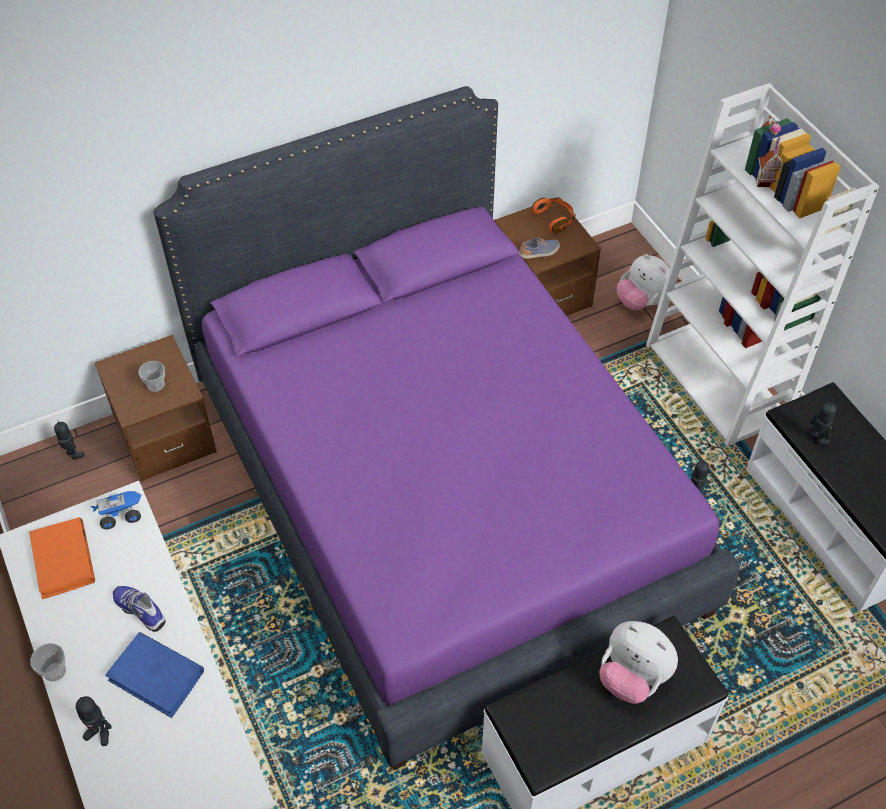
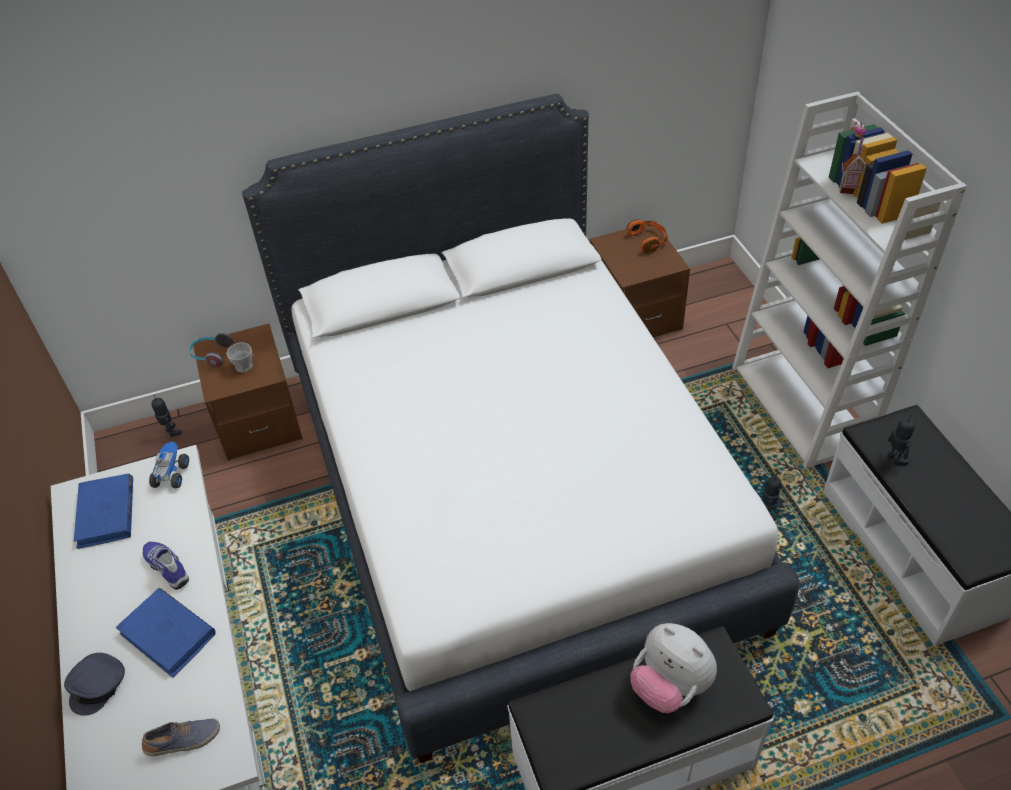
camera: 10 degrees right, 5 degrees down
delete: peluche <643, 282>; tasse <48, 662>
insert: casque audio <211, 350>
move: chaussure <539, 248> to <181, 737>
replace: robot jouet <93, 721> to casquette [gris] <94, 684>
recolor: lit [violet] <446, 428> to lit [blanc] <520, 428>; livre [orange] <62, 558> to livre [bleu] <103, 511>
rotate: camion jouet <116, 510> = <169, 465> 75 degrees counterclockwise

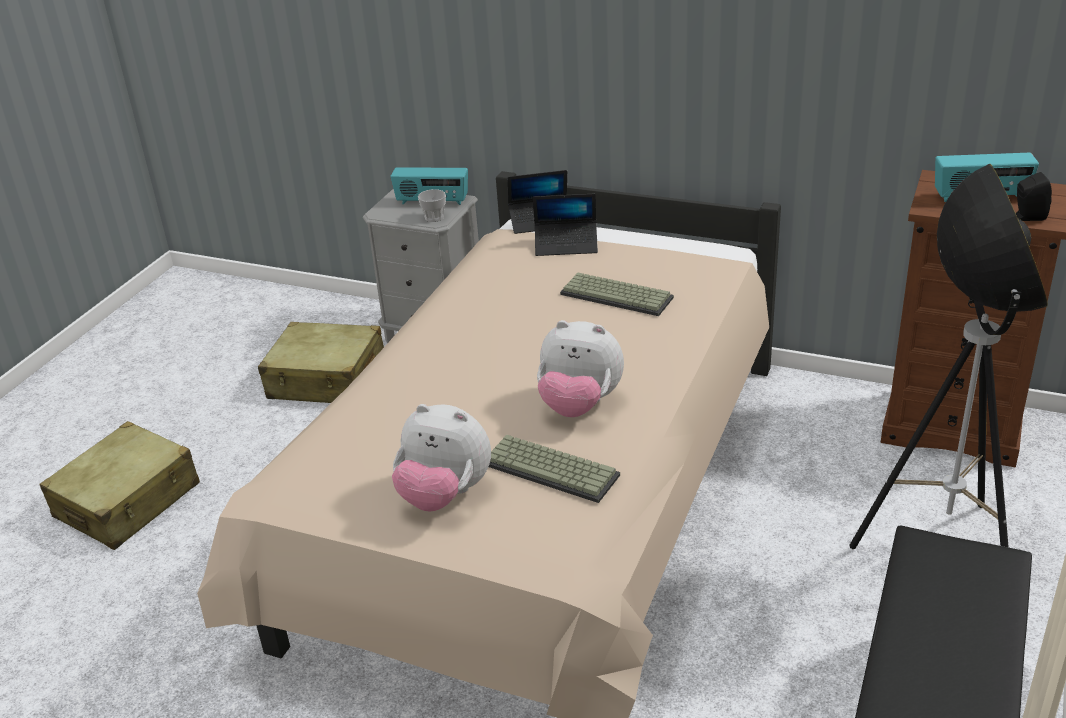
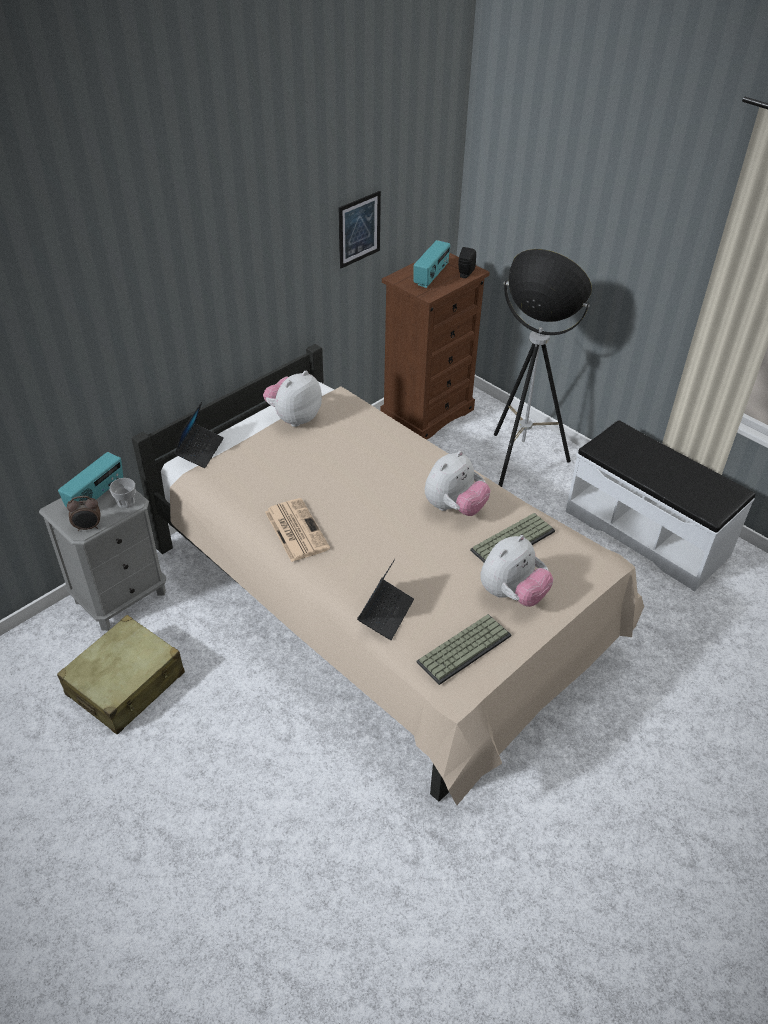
camera: 70 degrees left, 10 degrees up
delete: valise [beige] <120, 485>
insert: tableau <360, 230>; peluche <292, 399>; réveil <84, 513>; journal <297, 530>
move: ordinateur portable <565, 225> to <385, 599>; clavier <617, 294> to <464, 649>

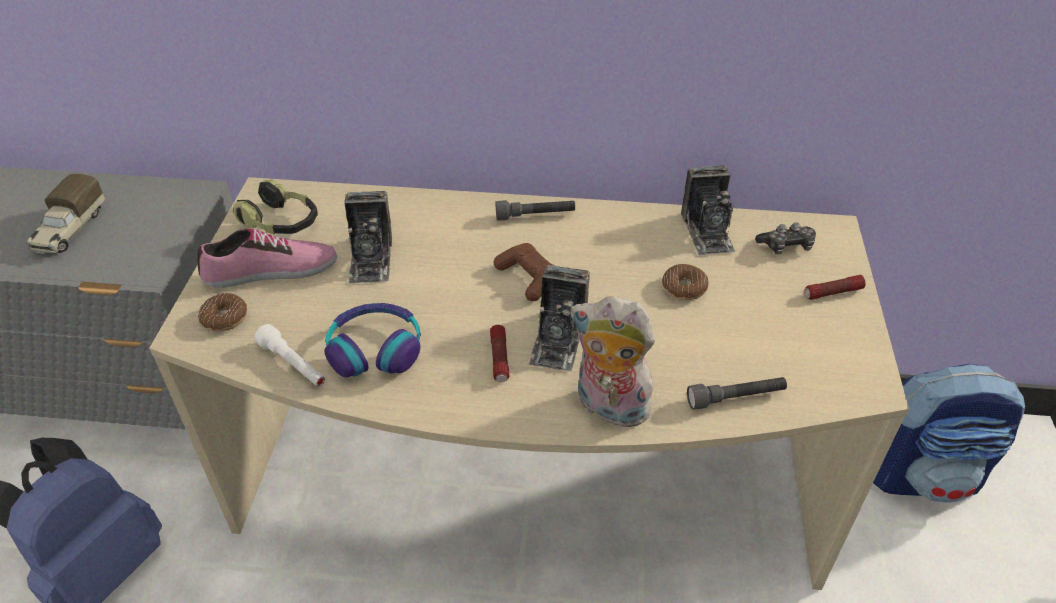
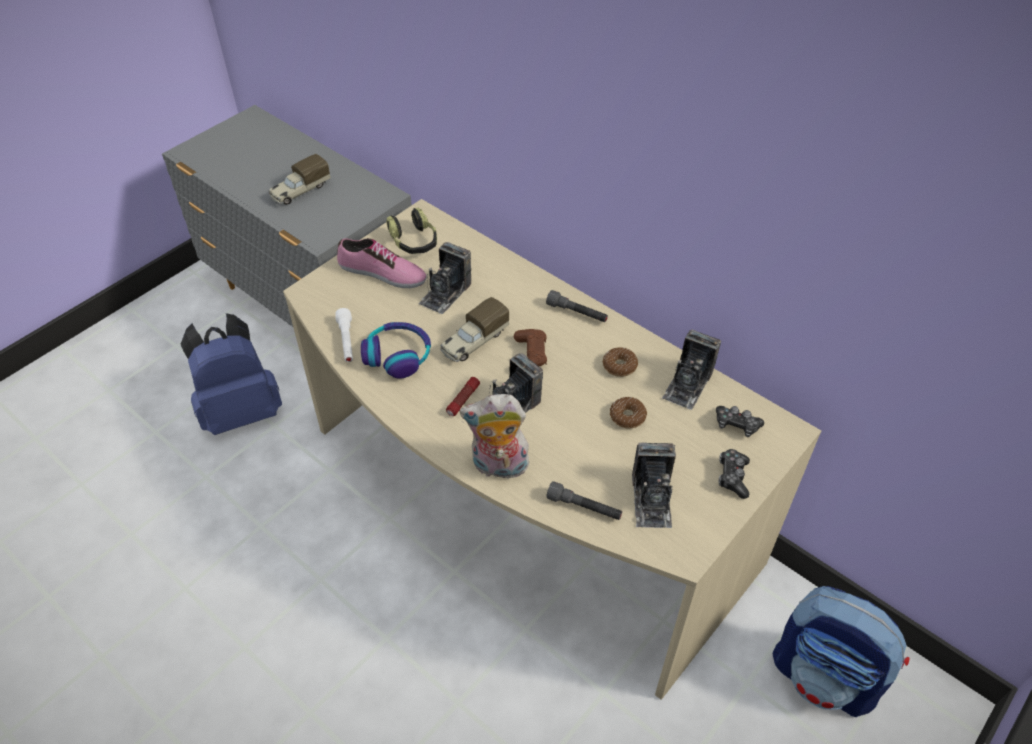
camera: 35 degrees right, 5 degrees up
insert: camion jouet <474, 329>; appareil photo <654, 485>
move: beignet <222, 312> to <620, 362>
replace: lampe de poche <835, 287> to manette <734, 474>
rotate: peluche <615, 361> = <494, 438> 60 degrees counterclockwise

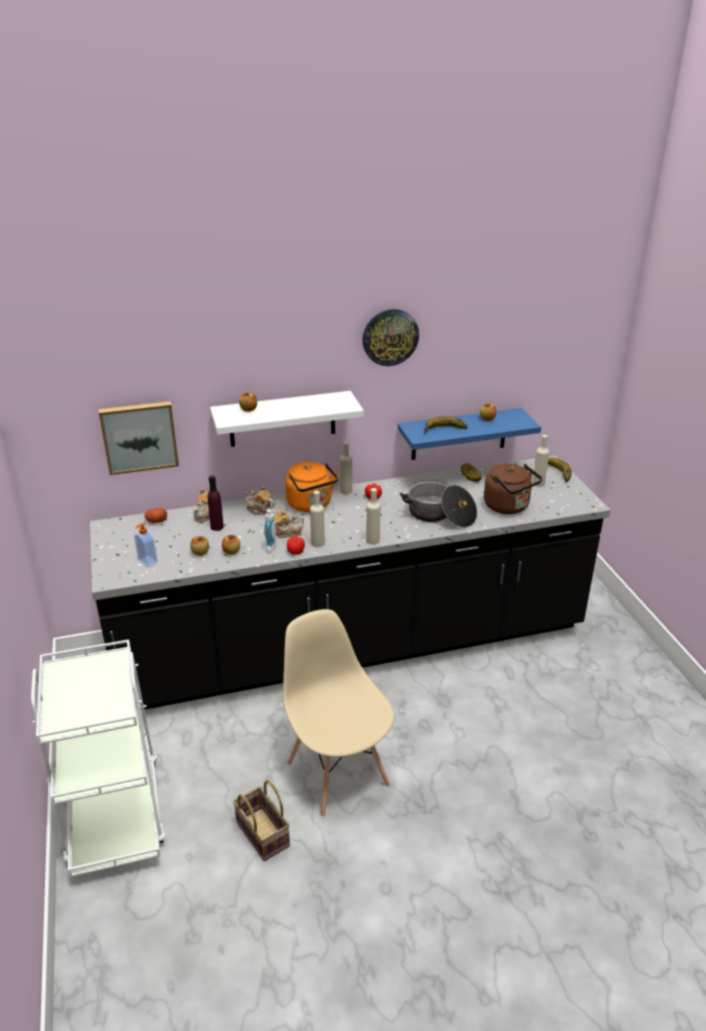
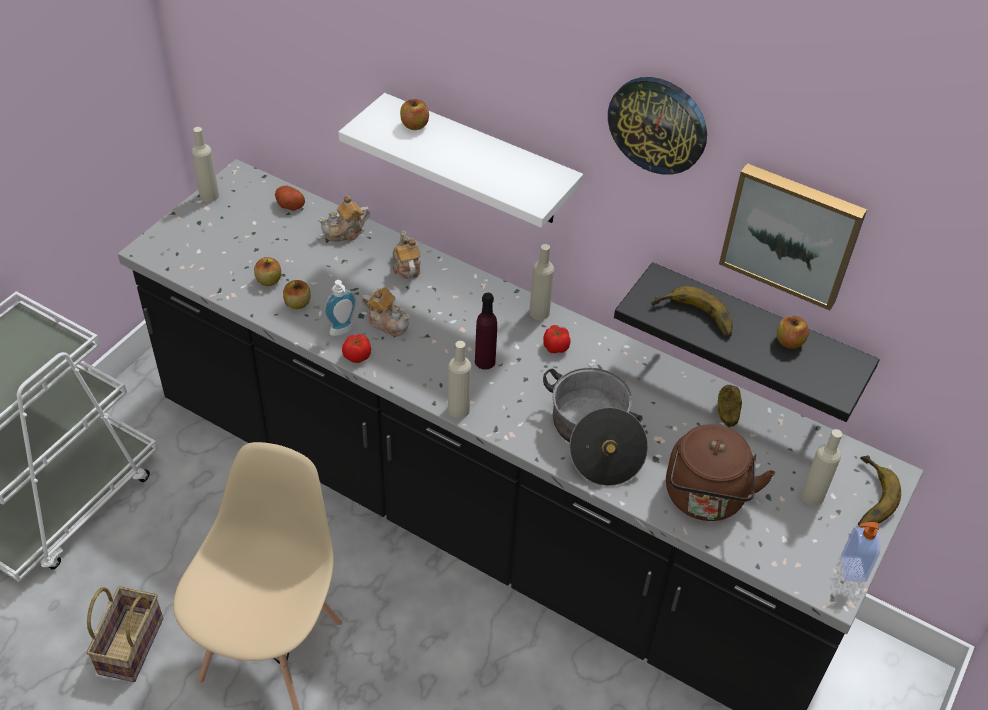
camera: 45 degrees right, 15 degrees up
delete: bouilloire [orange] <311, 487>
move: tableau <139, 438> to <793, 237>; bouteille [violet] <216, 503> to <486, 331>; bouteille [beige] <317, 519> to <205, 164>; distributeur de savon <146, 545> to <860, 552>
recolor: étagère [bleu] <469, 434> to étagère [noir] <747, 342>

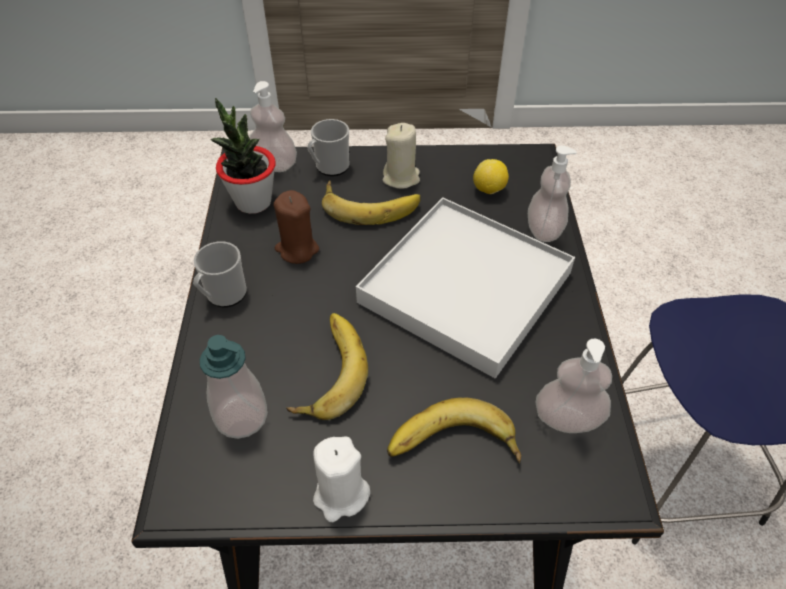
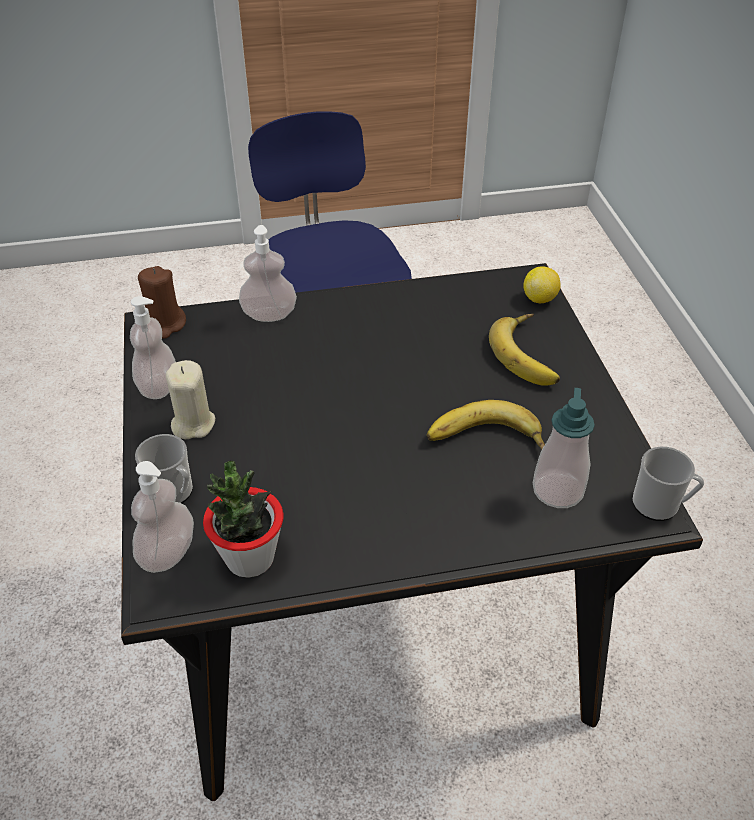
camera: 100 degrees left, 5 degrees down
delete: banane <371, 202>; plateau [blanc] <465, 287>; bougie [blanc] <341, 479>
move: citron <491, 176> to <542, 284>; bougie [marron] <296, 227> to <162, 302>; mug <220, 274> to <668, 484>; distributeur de savon <574, 386> to <153, 347>

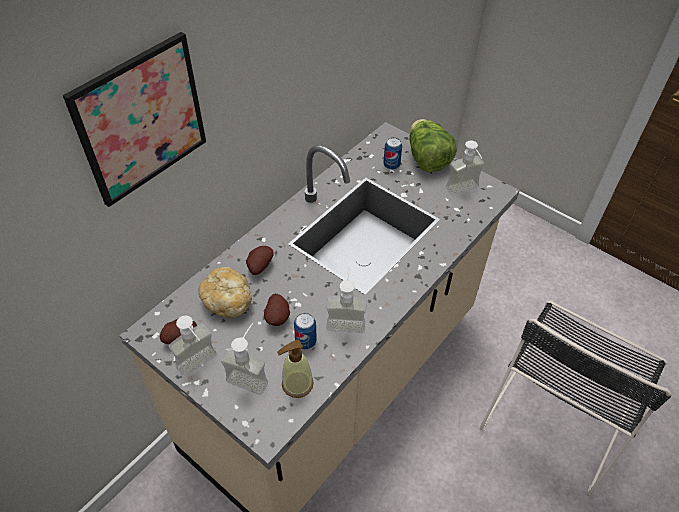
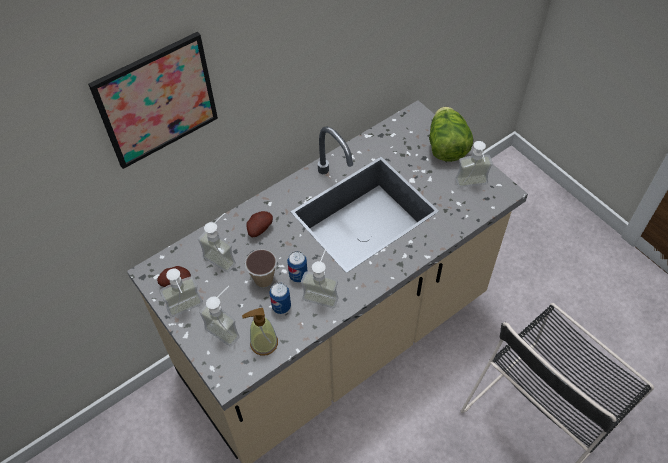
camera: 15 degrees right, 5 degrees up
move: boîte métallique <392, 153> to <297, 266>
replace: pain <225, 292> to distributeur de savon <217, 242>; pomme de terre <277, 310> to tasse <261, 268>

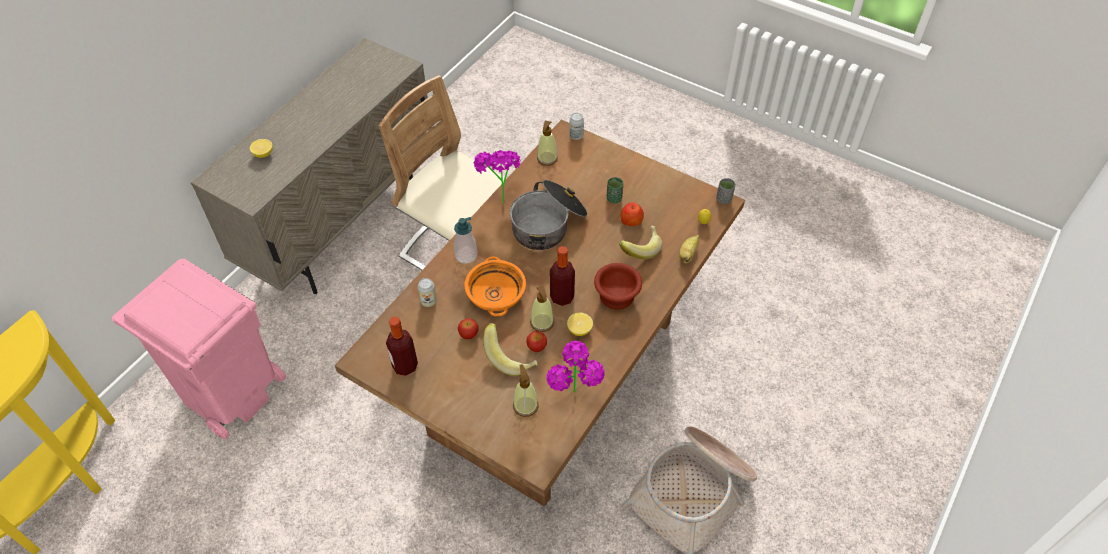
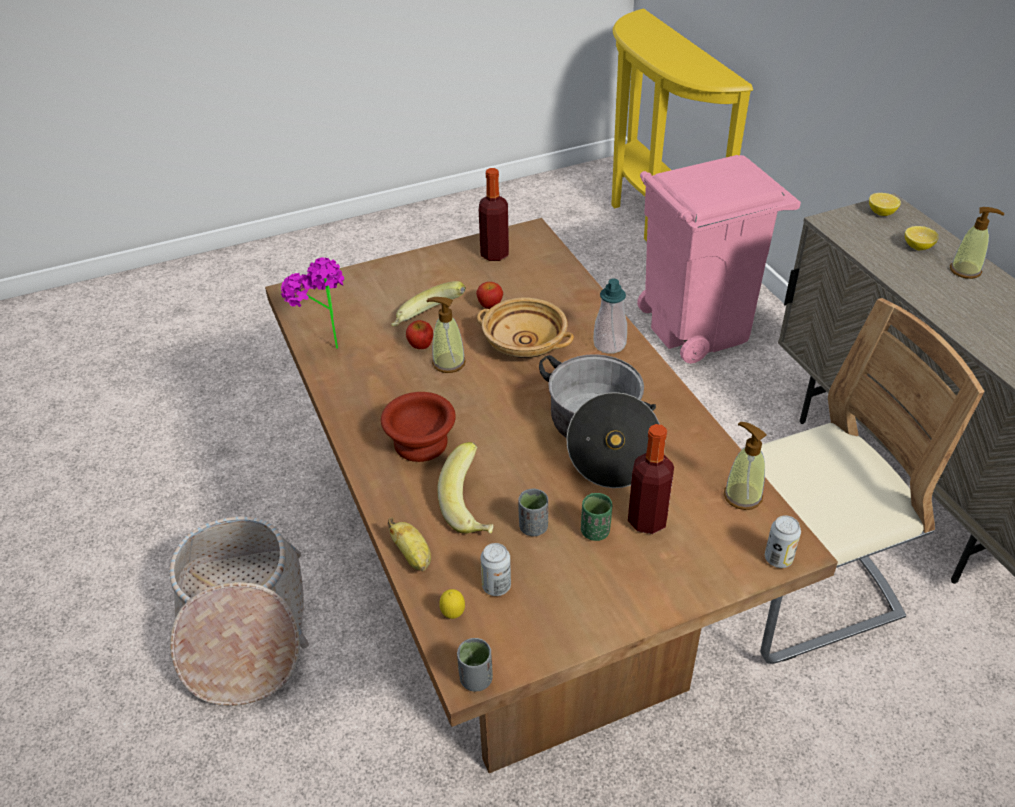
camera: 125 degrees right, 10 degrees down
delete: plante en pot <497, 177>
move: bouteille <562, 276> to <651, 479>; boîte métallique <427, 292> to <495, 569>; citron <580, 324> to <885, 204>; distributeur de savon <526, 390> to <977, 243>
replace: pomme <632, 214> to tasse [gris] <533, 512>
recolor: bol [orange] <495, 286> to bol [beige] <525, 328>

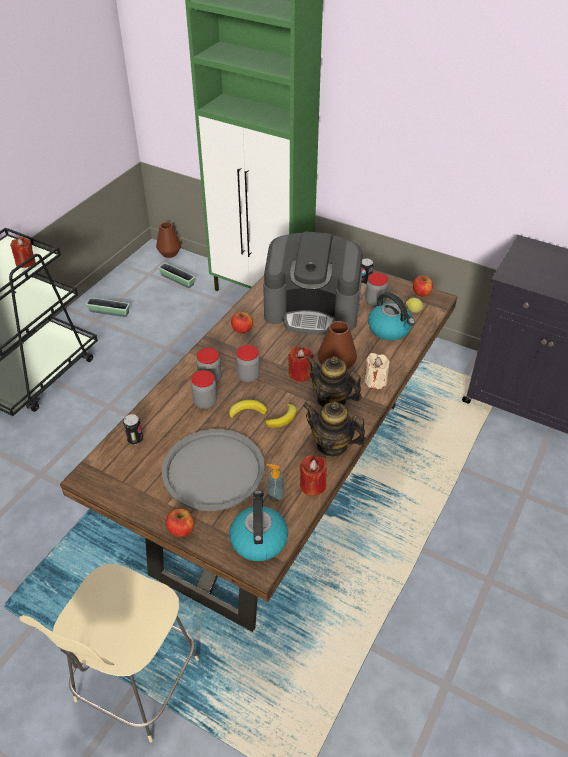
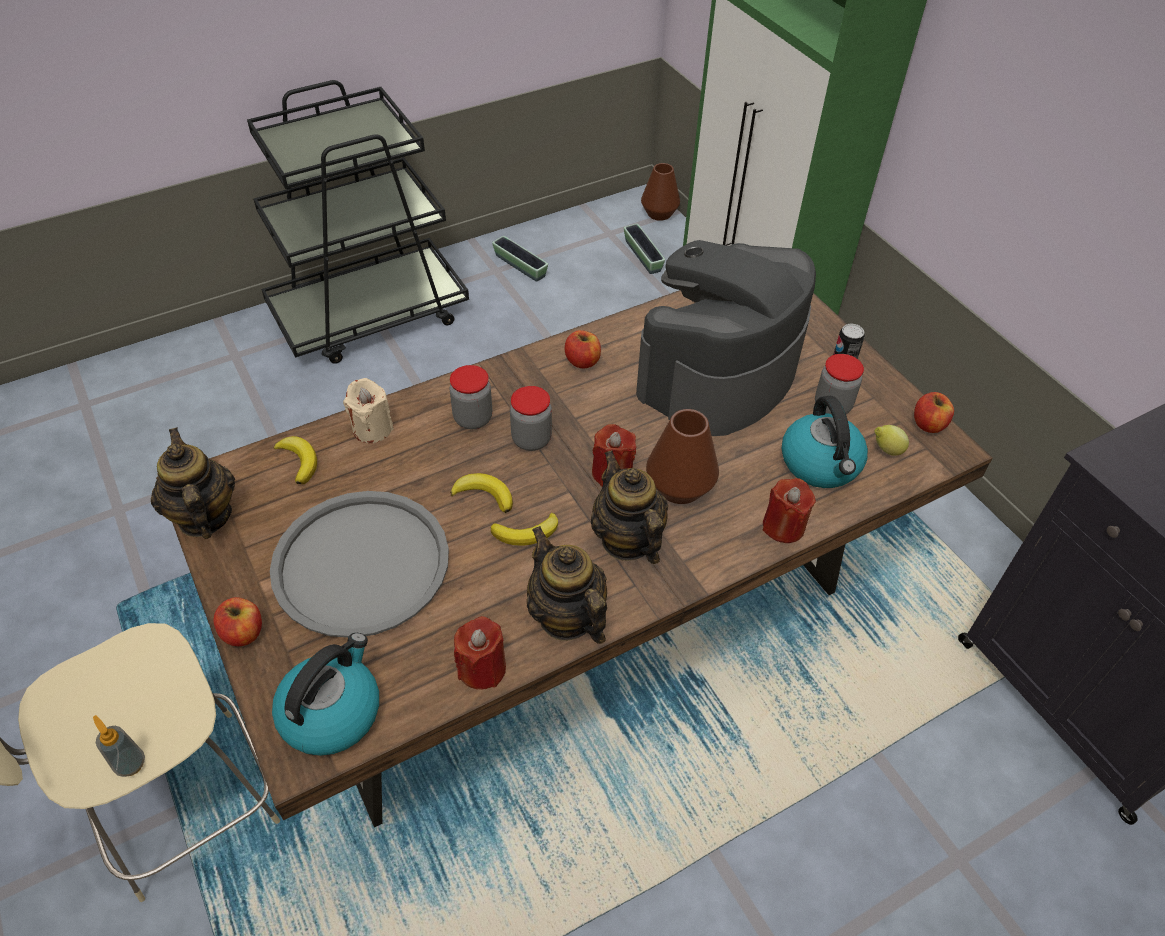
camera: 30 degrees right, 5 degrees up
delete: bocal <204, 389>
insert: théière <193, 483>
move: bougie [rouge] <22, 252> to <789, 510>; bougie [beige] <377, 371> to <368, 410>; distributeur de savon <275, 483> to <119, 746>
replace: boîte métallique <133, 429> to banane <295, 460>
rotate: machine à café <312, 283> = <726, 338> 90 degrees clockwise

